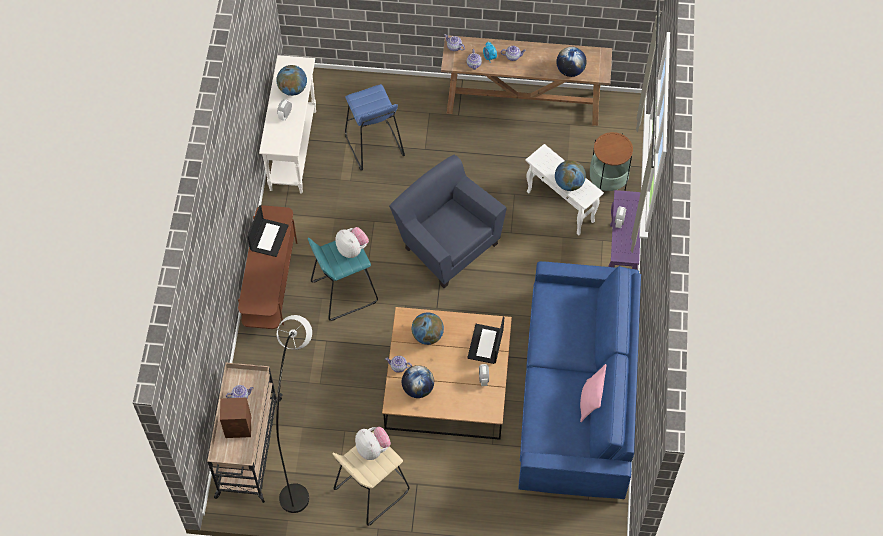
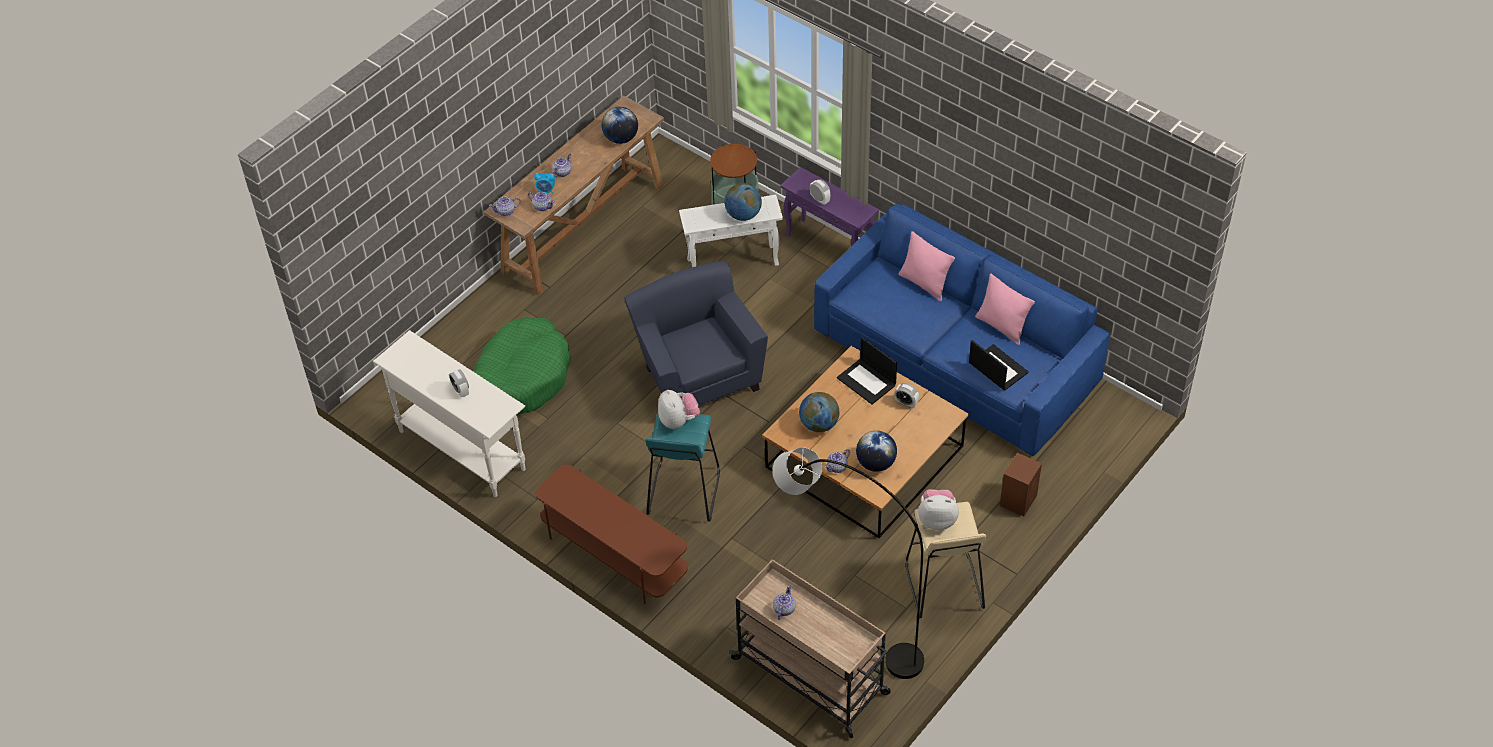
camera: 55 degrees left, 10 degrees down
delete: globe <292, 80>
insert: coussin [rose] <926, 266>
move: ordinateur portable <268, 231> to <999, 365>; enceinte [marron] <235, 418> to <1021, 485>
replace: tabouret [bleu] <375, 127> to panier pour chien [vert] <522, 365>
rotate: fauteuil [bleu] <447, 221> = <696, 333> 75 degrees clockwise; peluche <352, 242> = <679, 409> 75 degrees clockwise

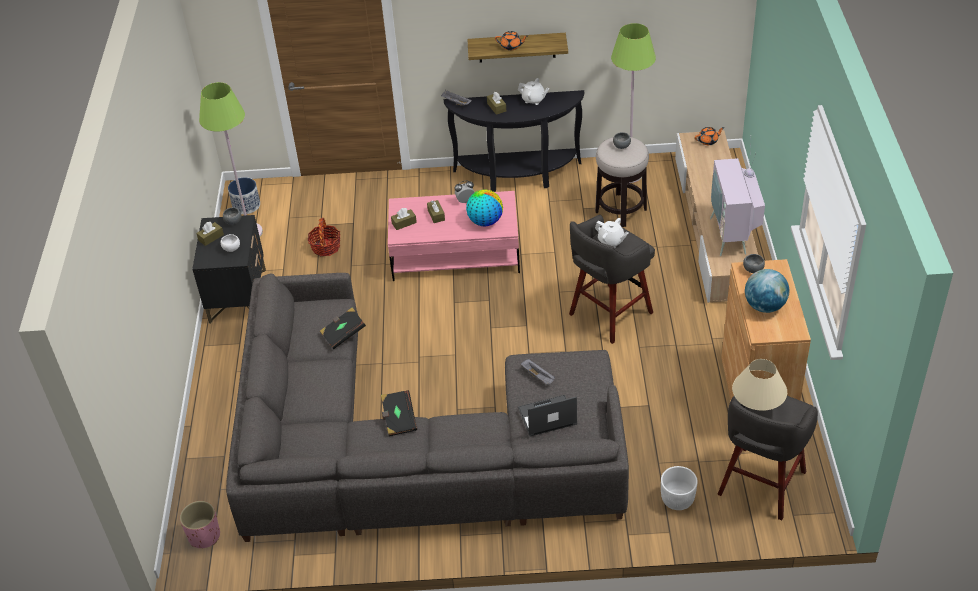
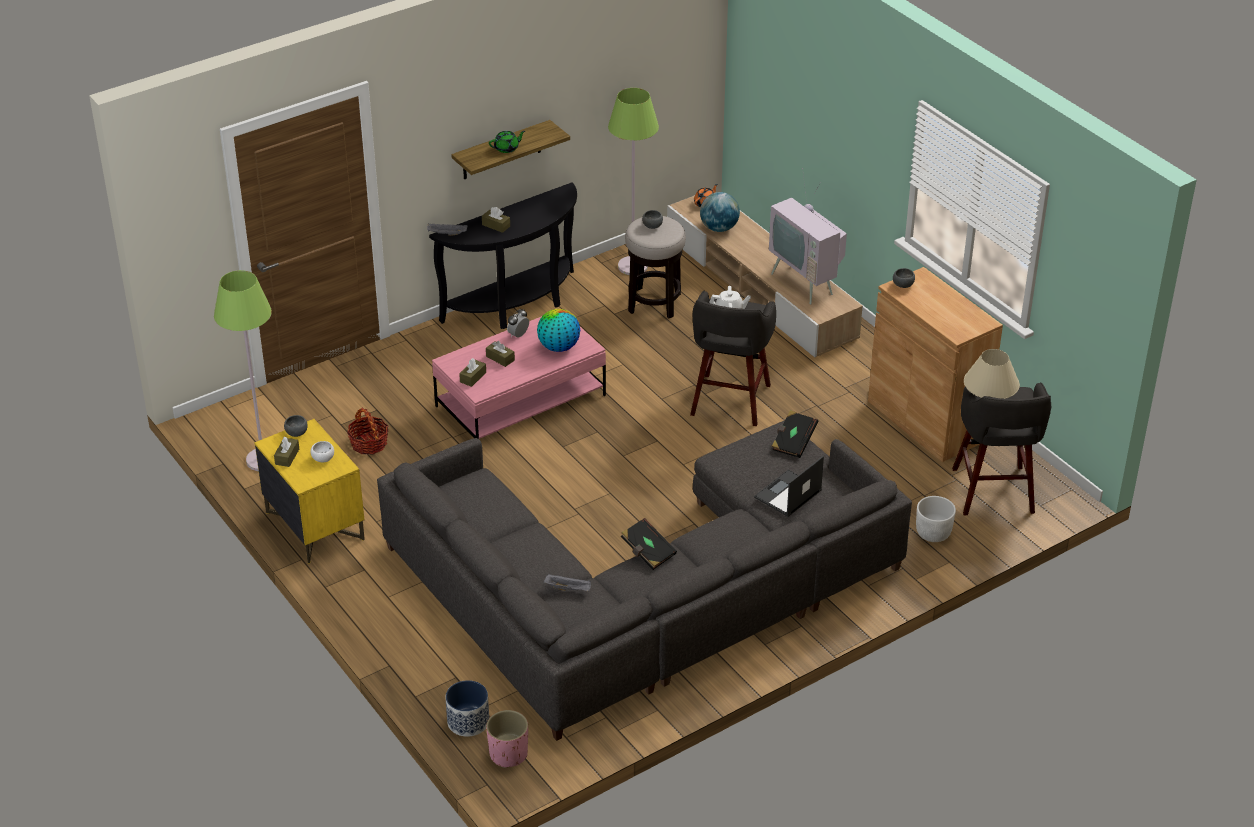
camera: 35 degrees left, 5 degrees down
delete: théière [blanc] <533, 91>
move: cache-pot <244, 195> to <467, 708>; globe <767, 291> to <720, 212>; livre [noir] <343, 328> to <795, 434>; plateau [gris] <538, 372> to <567, 582>
recolor: théière [orange] <511, 40> to théière [vert] <507, 142>; table de chevet [noir] <229, 269> to table de chevet [jaune] <309, 491>

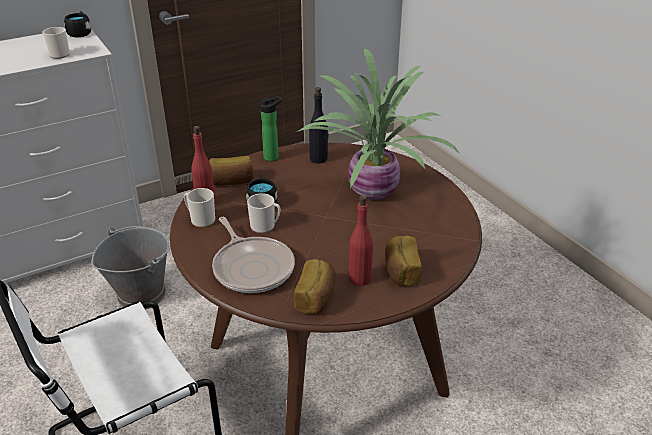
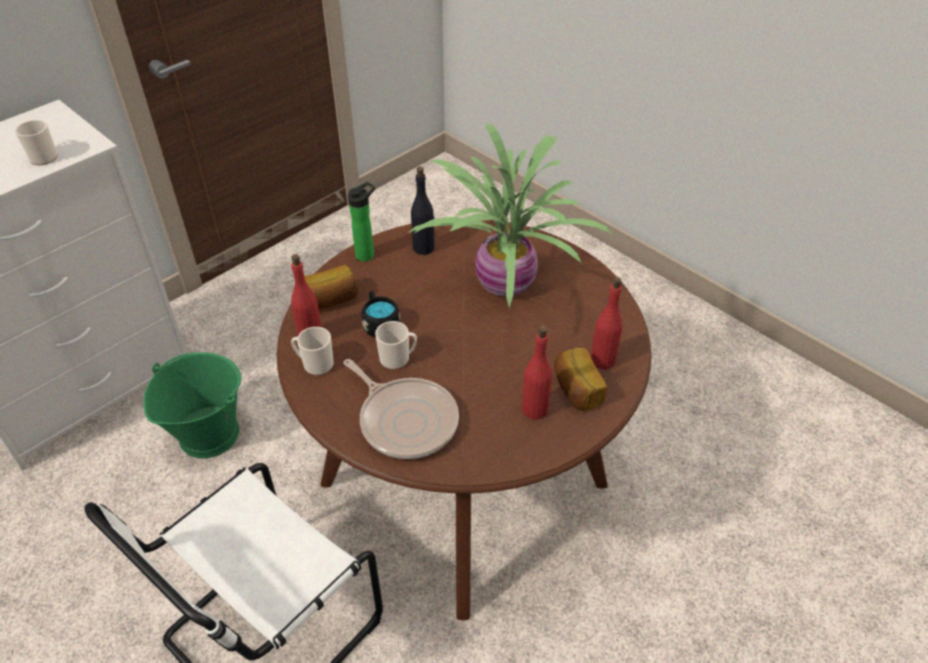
camera: 15 degrees left, 10 degrees up
delete: mug [noir] <77, 24>; pain <315, 286>
insert: bouteille [rouge] <607, 323>
recolor: seau [gris] <131, 268> to seau [vert] <192, 405>

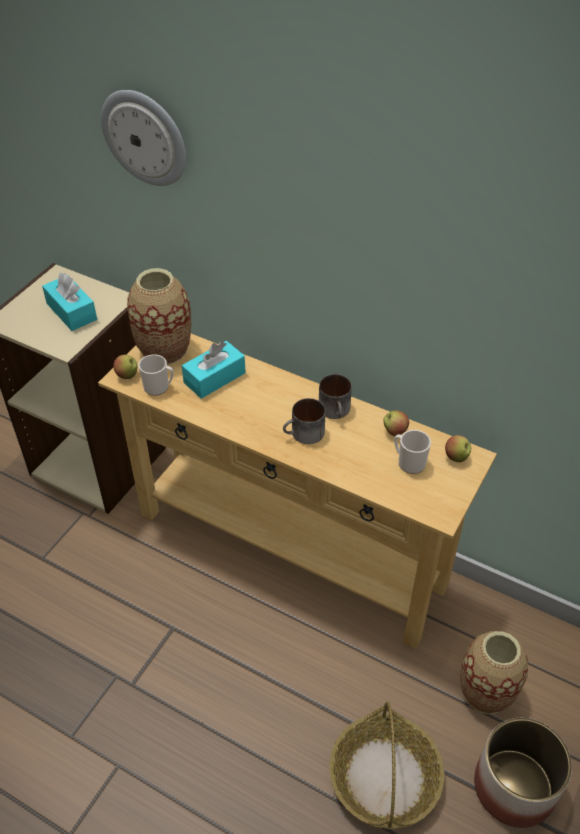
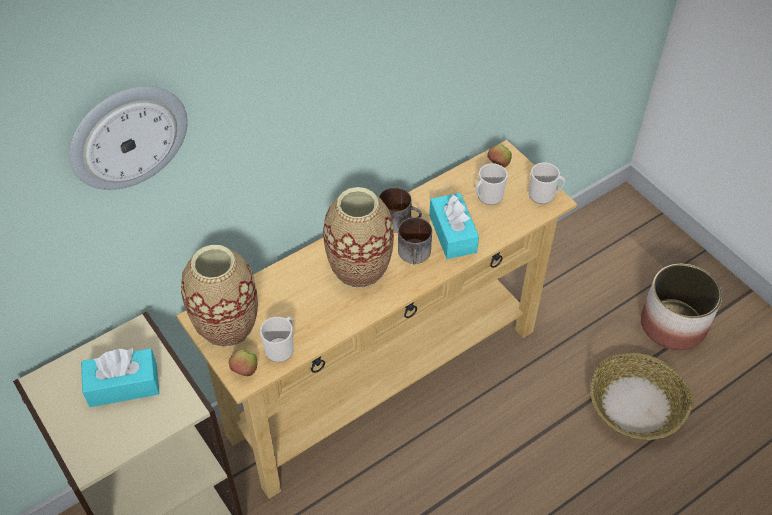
camera: 65 degrees left, 5 degrees up
delete: pomme <396, 423>
insert: mug <547, 183>
move: boîte à mouchoirs [turquoise] <214, 370> to <454, 226>; vase <494, 672> to <358, 237>

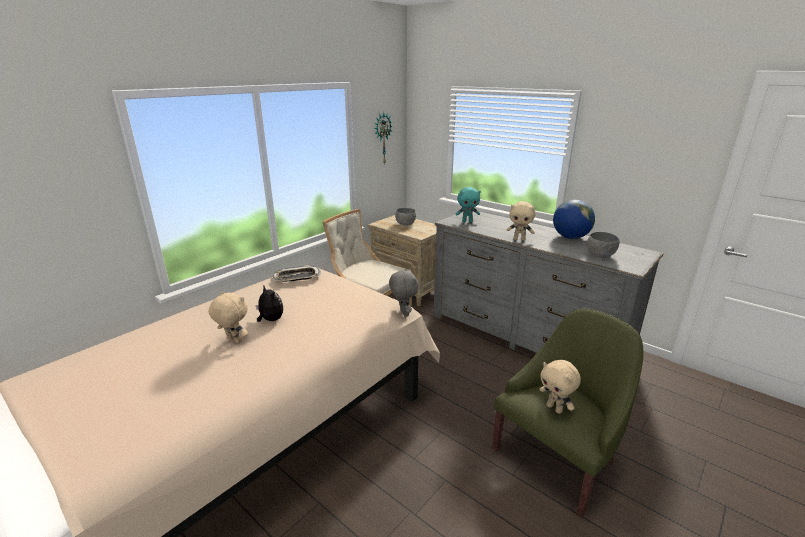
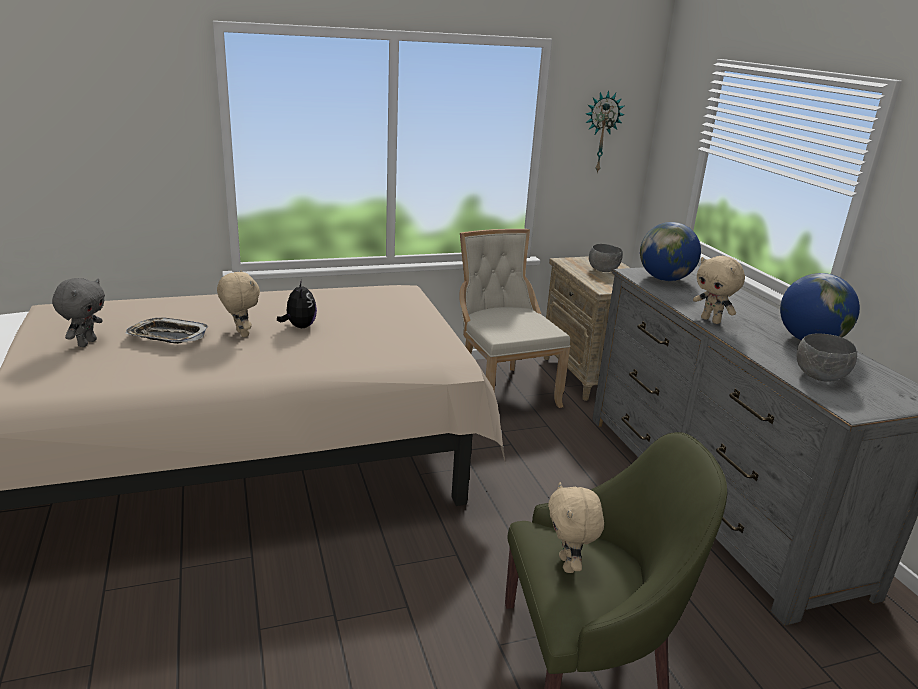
camera: 30 degrees right, 0 degrees up
move: plateau <297, 273> to <166, 331>; peluche [gris] <404, 292> to <78, 312>
replace: peluche [turquoise] <468, 204> to globe <670, 251>

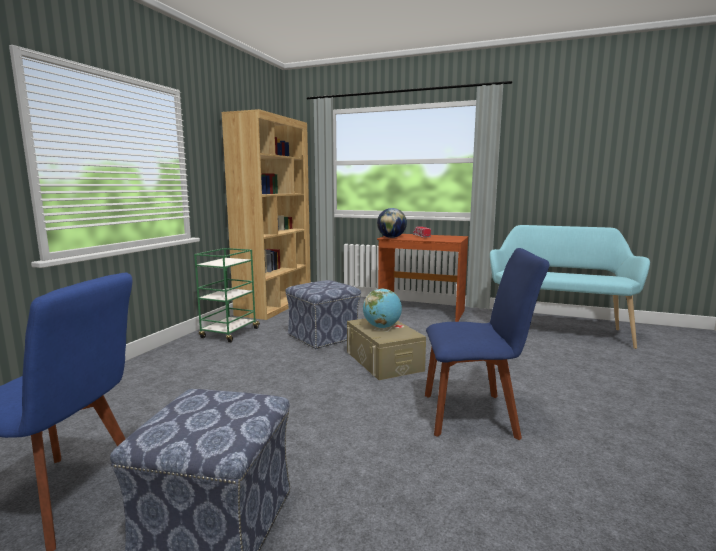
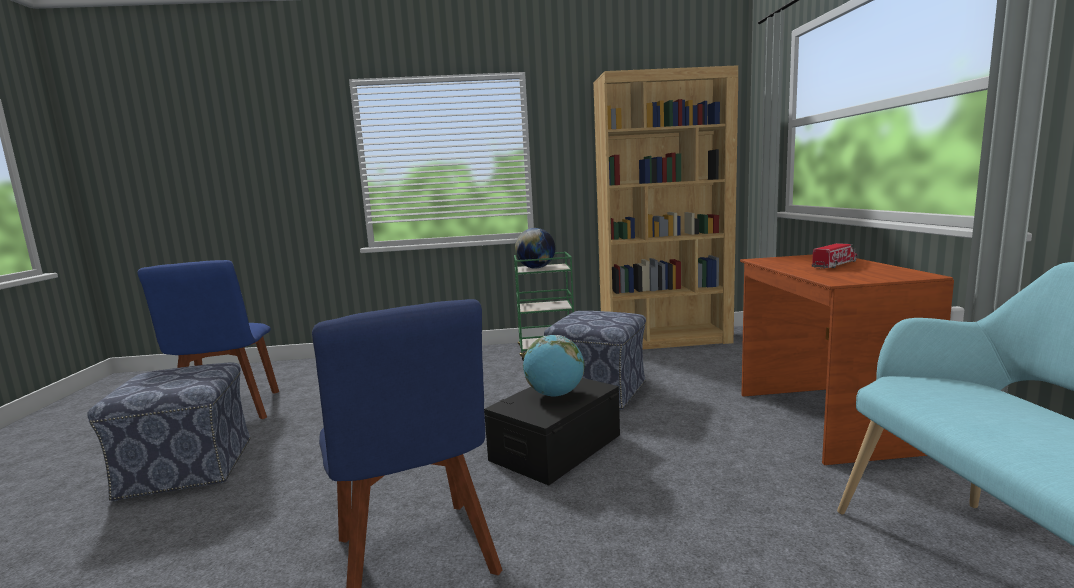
camera: 65 degrees right, 0 degrees up
move: globe <392, 223> to <535, 248>
recolor: boîte de rangement [beige] <386, 349> to boîte de rangement [noir] <552, 432>

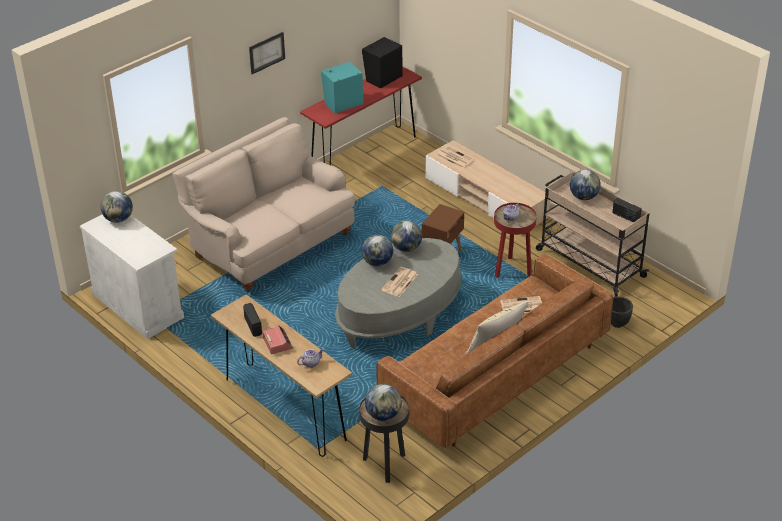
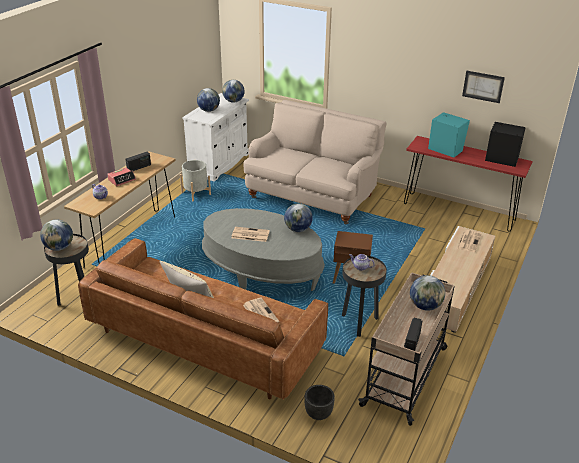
camera: 70 degrees right, 5 degrees down
insert: cache-pot [gris] <195, 180>
move: tableau <267, 53> to <483, 87>; globe <377, 251> to <208, 100>
recolor: table d'appoint [rouge] <515, 240> to table d'appoint [noir] <364, 296>

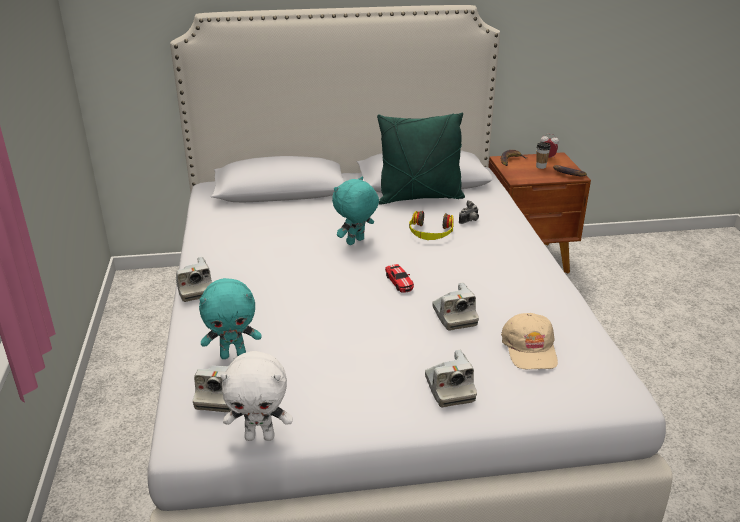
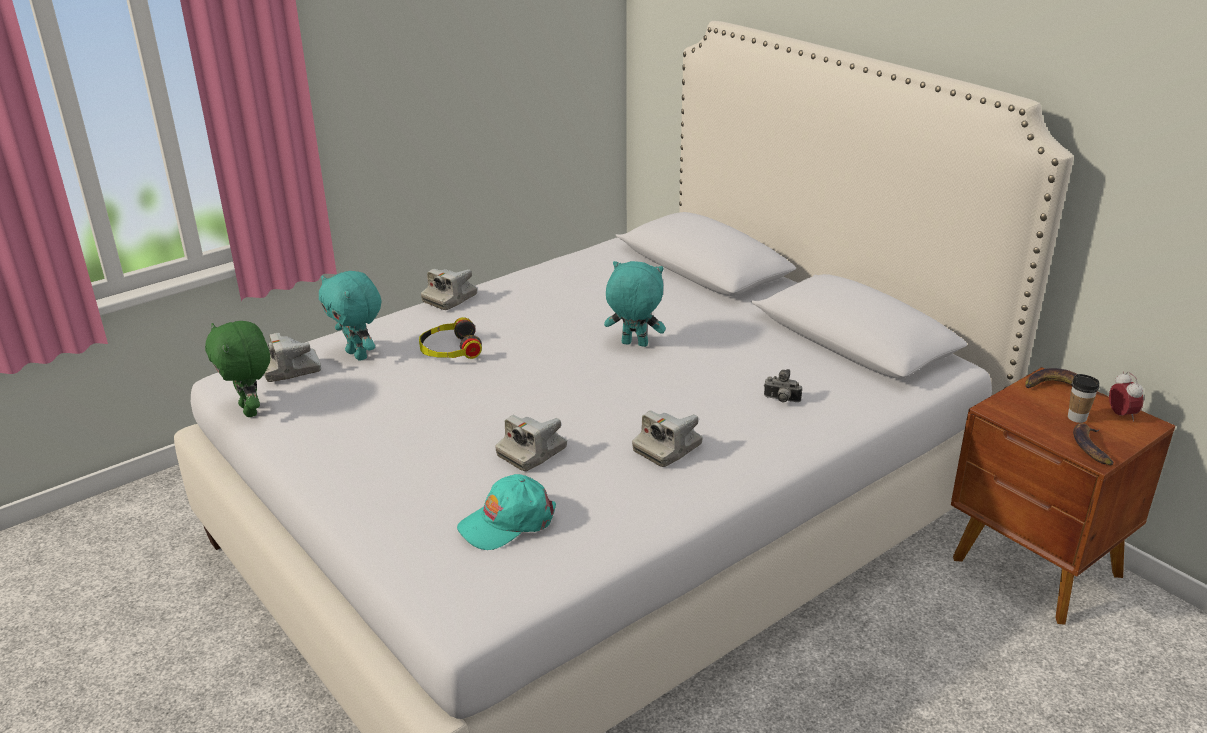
camera: 60 degrees right, 0 degrees up
delete: coussin [vert] <421, 158>; petite voiture <399, 278>
move: casque audio <431, 225> to <450, 338>; appareil photo <451, 378> to <667, 439>
recolor: casquette [beige] <529, 341> to casquette [turquoise] <506, 512>; peluche [blanc] <256, 396> to peluche [vert] <237, 369>

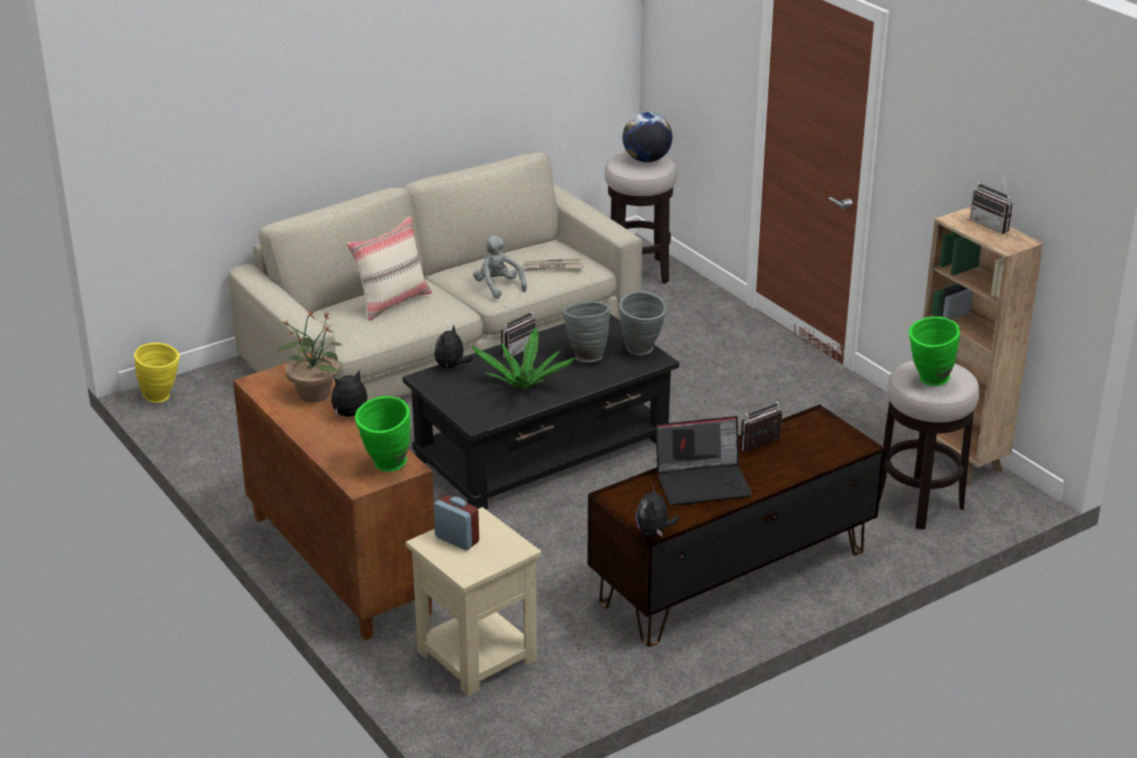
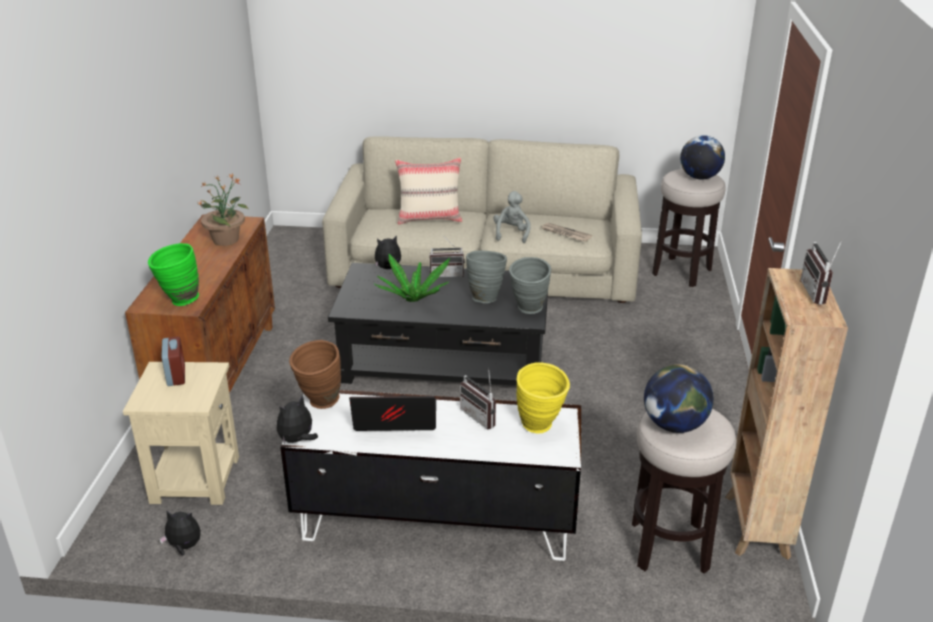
camera: 40 degrees right, 0 degrees up
insert: vase [marron] <315, 374>
move: vase [jaune] <157, 372> to <543, 398>; peluche <349, 393> to <180, 533>
replace: vase [vert] <934, 351> to globe <679, 398>
recolor: meuble télé [marron] <736, 525> to meuble télé [blanc] <430, 475>
rotate: radio <761, 427> = <478, 398> 135 degrees counterclockwise; ordinateur portable <704, 461> = <392, 413> 150 degrees clockwise

